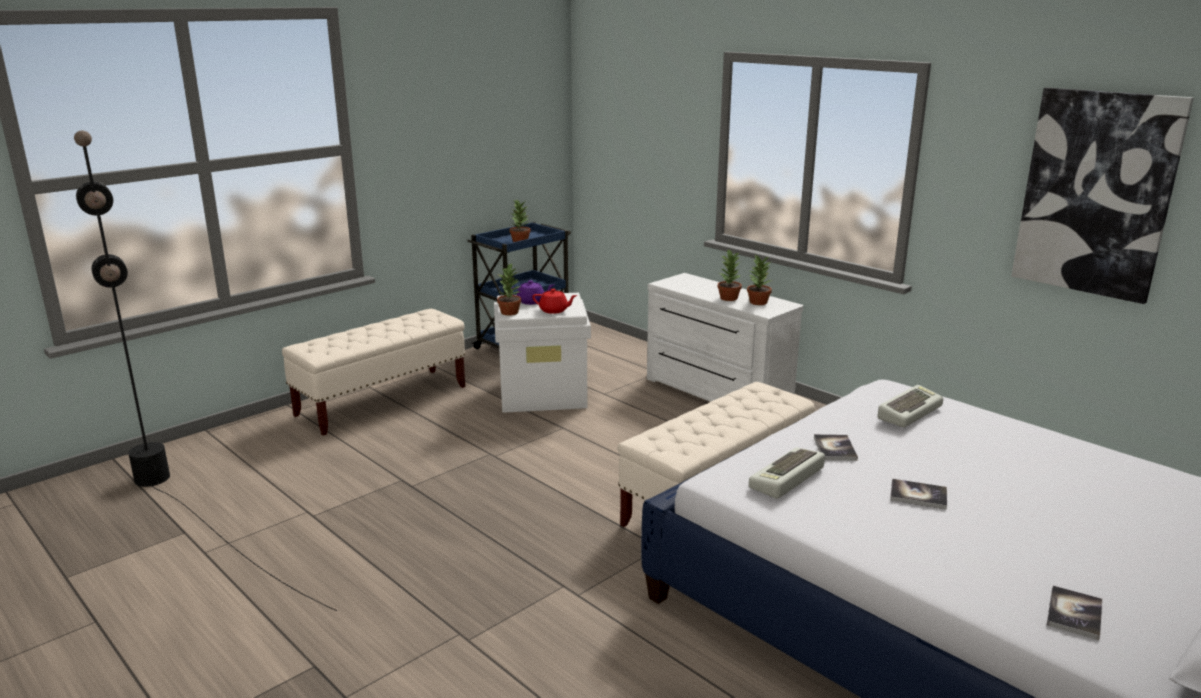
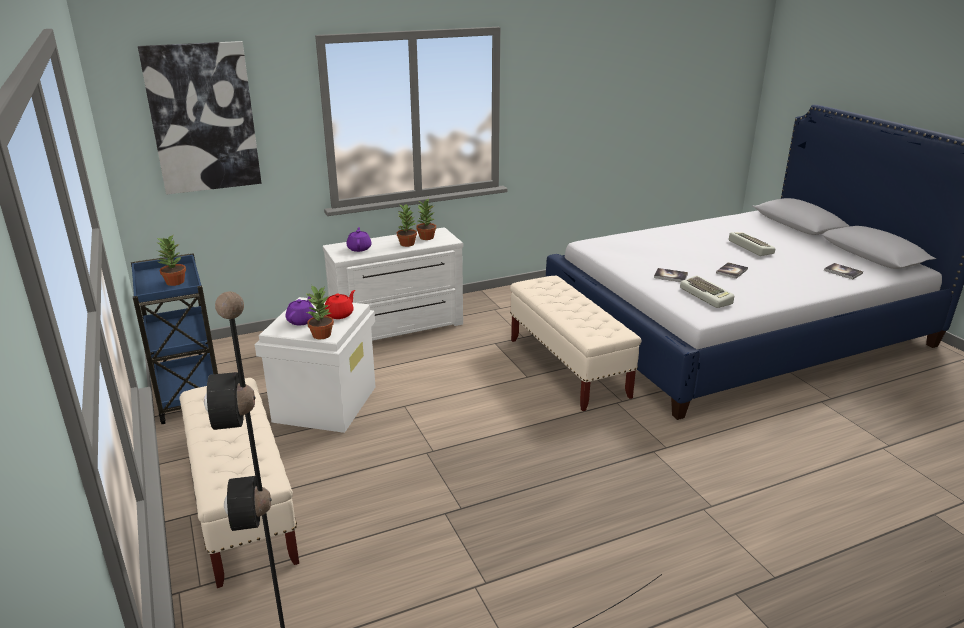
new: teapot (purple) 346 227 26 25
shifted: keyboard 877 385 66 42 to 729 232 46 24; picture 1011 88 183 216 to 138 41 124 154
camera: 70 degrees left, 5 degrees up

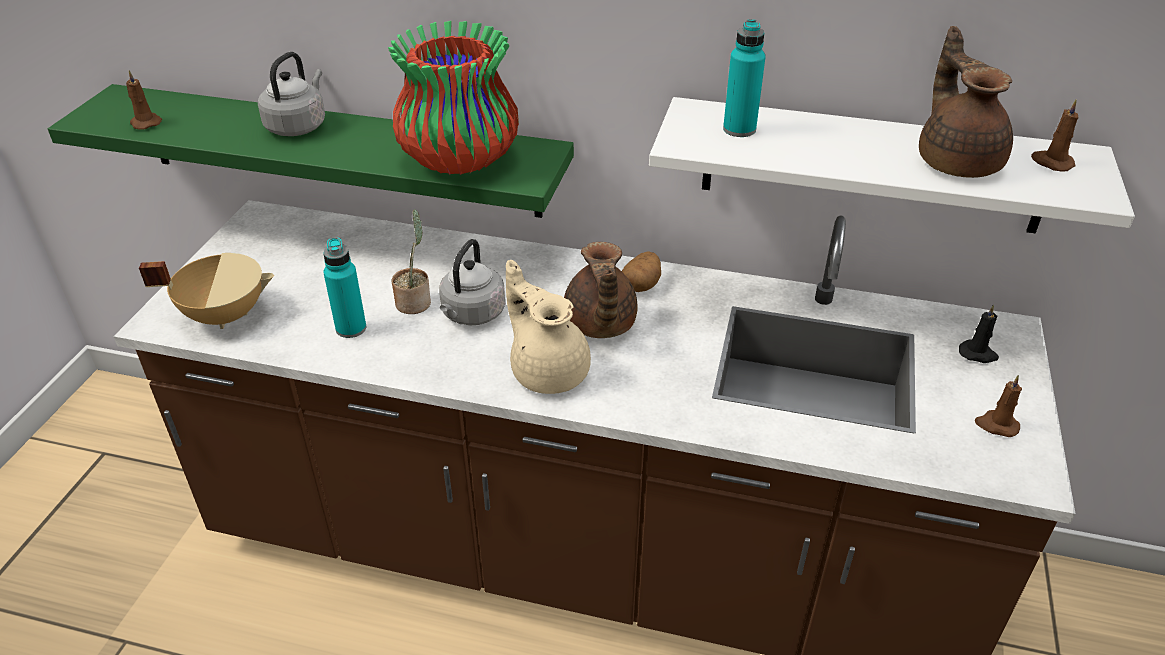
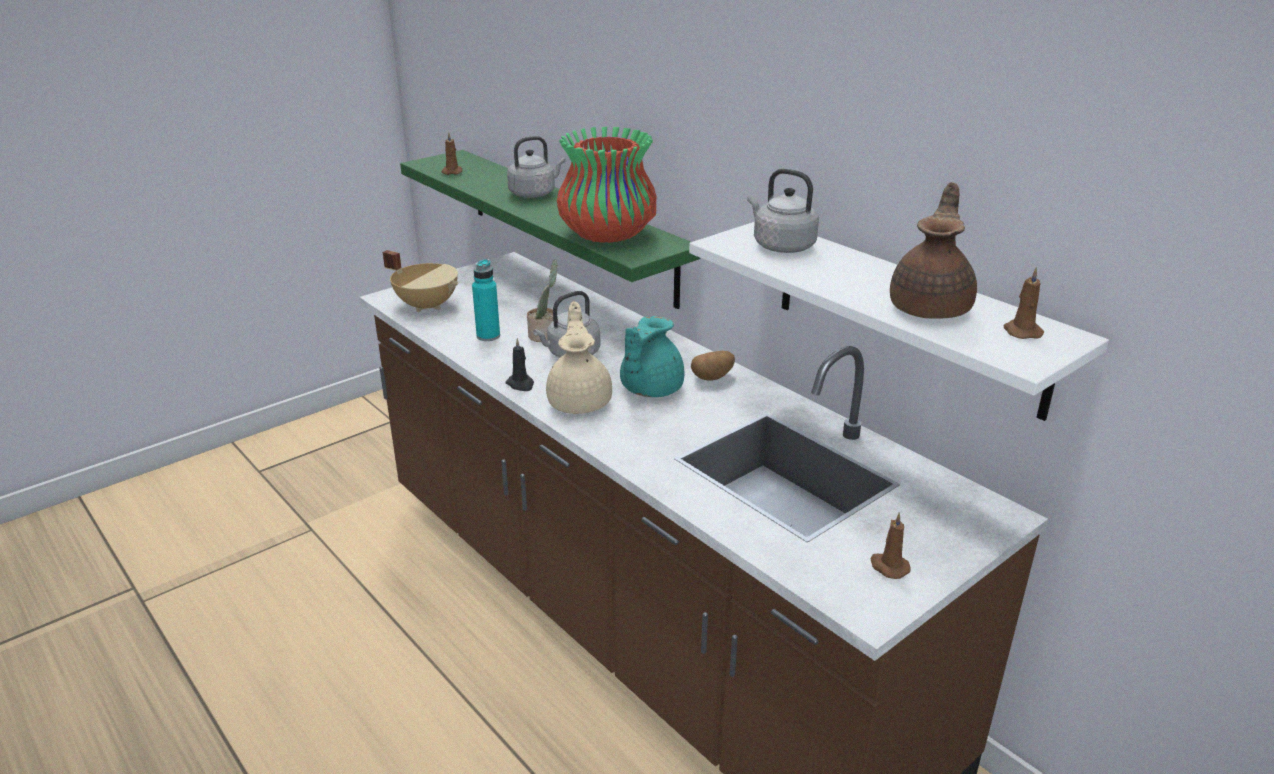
shifted: candle (black) 959 305 40 58 to 506 338 28 53
swapped: bottle (turquoise) 723 19 43 118 to kettle (grey) 747 169 72 84
repainted: teapot (brown) 564 242 74 96 to teapot (turquoise) 620 316 64 81
camera: 35 degrees right, 10 degrees down

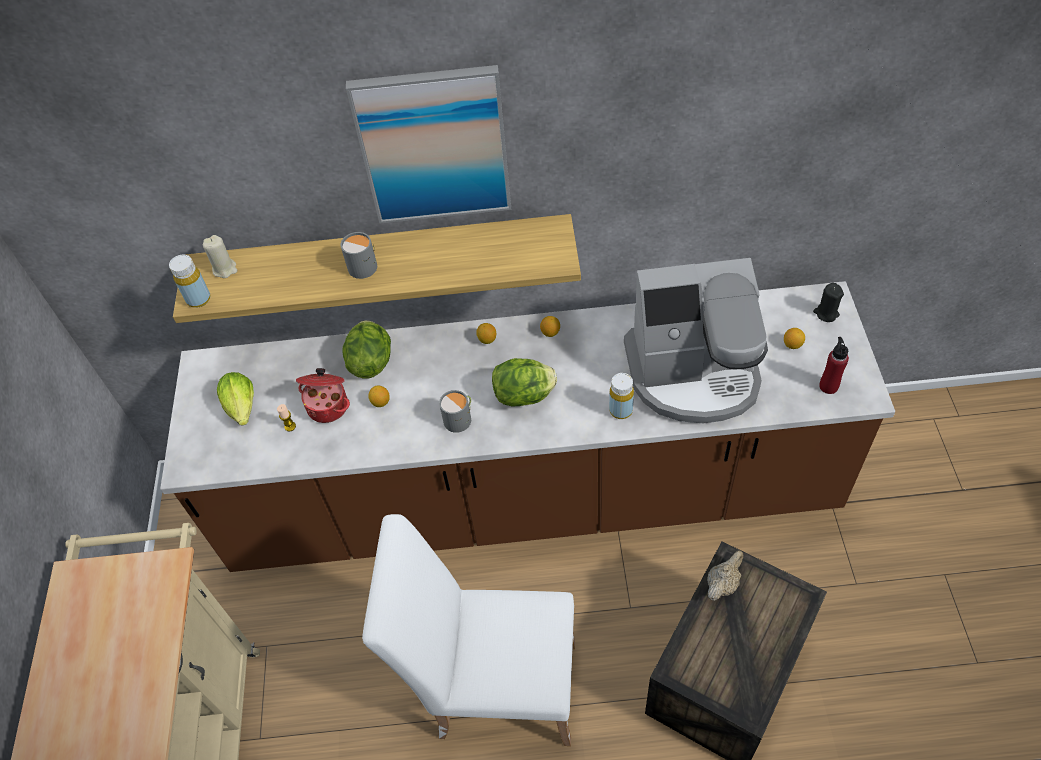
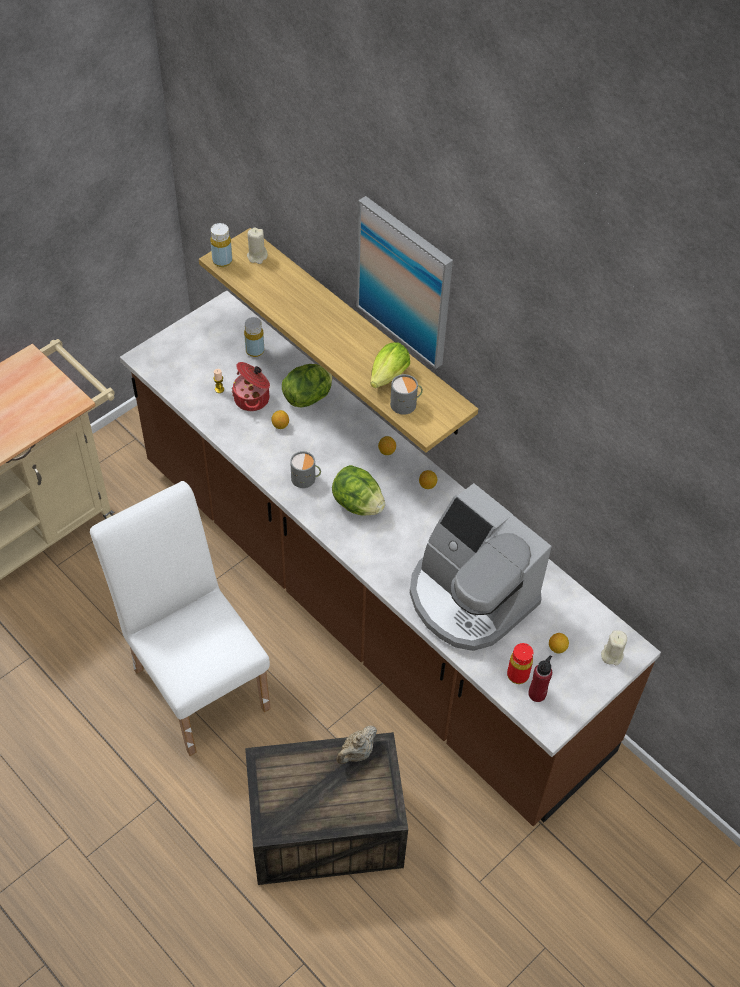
new: bottle (red) 507 643 26 41
shifted: lettuce 217 372 37 54 to 370 342 40 46; mug (grey) 341 232 36 47 to 390 374 33 41; bottle (yellow) 609 373 25 46 to 244 317 20 40
repainted: candle (black) 813 283 31 39 to candle (beige) 601 630 26 35
rotated: teapot (beige) 707 550 36 51 = 336 726 41 38 135 degrees clockwise
camera: 45 degrees right, 0 degrees up

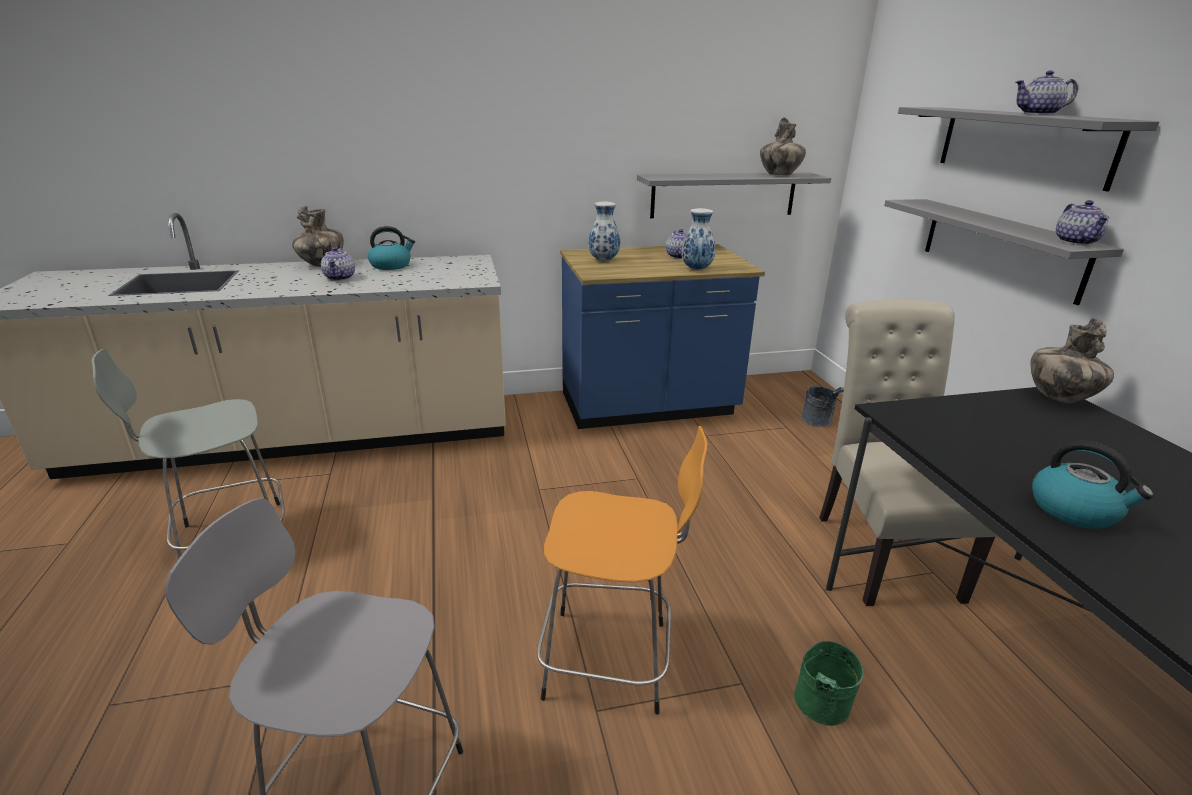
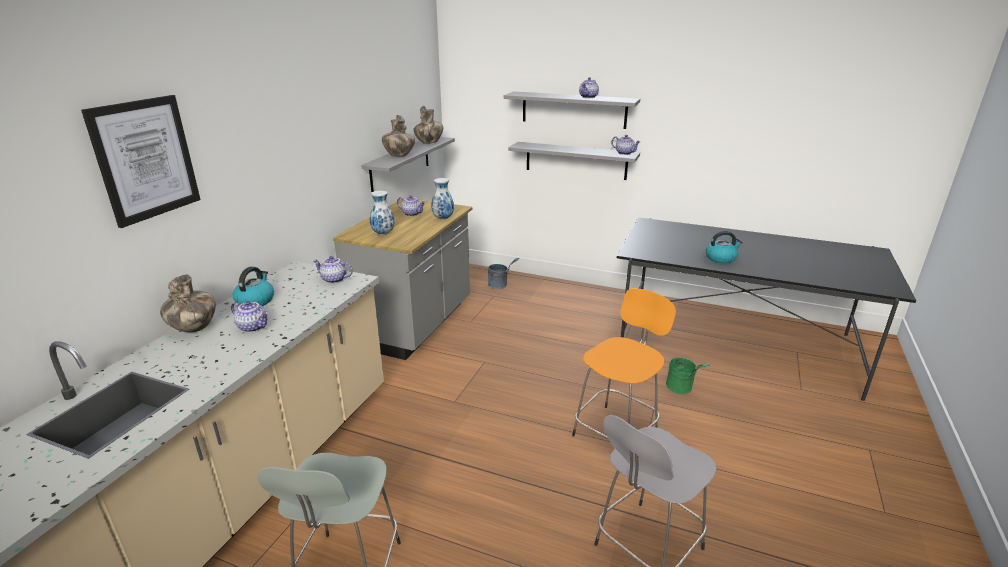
gone: chair (beige) 819 300 180 306
new: picture 81 95 120 133; teapot 313 256 40 28
shifted: vase 1031 318 83 85 to 382 115 33 42
repainted: counter (blue) 560 244 205 185 to counter (grey) 333 198 139 162
camera: 55 degrees left, 0 degrees up

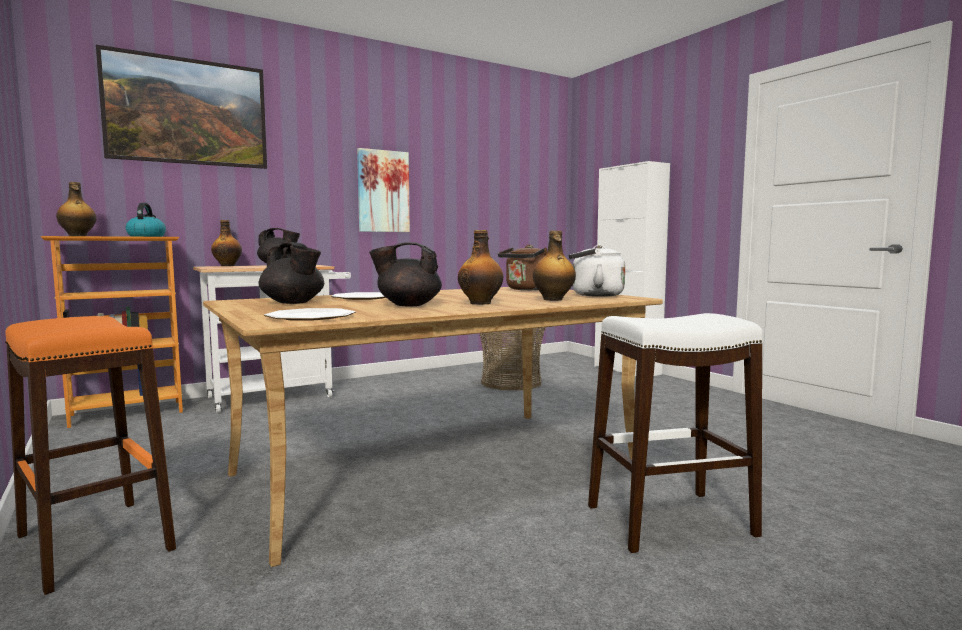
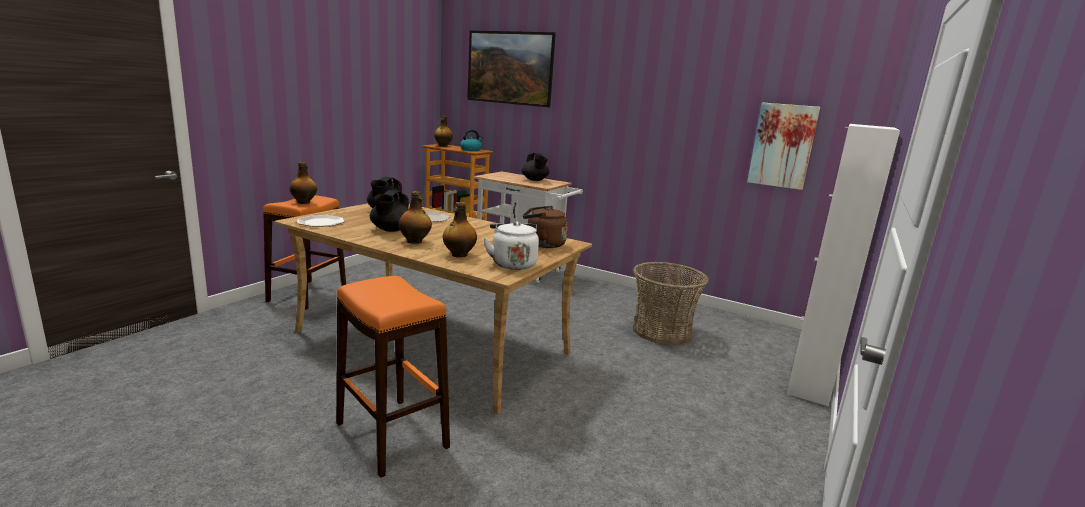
shifted: bottle 211 220 31 46 to 289 162 28 42; picture 357 148 53 84 to 747 102 73 88
repainted: stool (white) 588 313 175 240 to stool (orange) 336 276 114 202
rotated: teapot (black) 369 242 73 65 = 370 190 39 42 135 degrees counterclockwise
camera: 60 degrees right, 10 degrees up

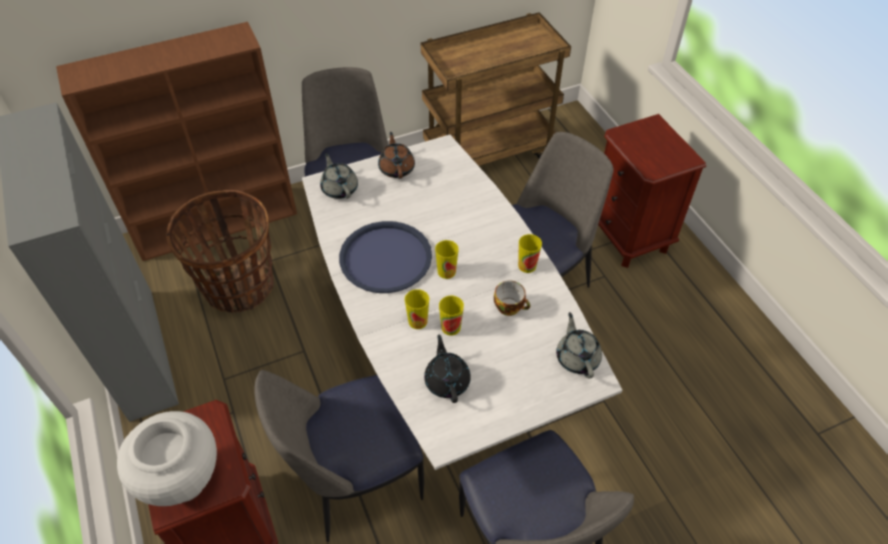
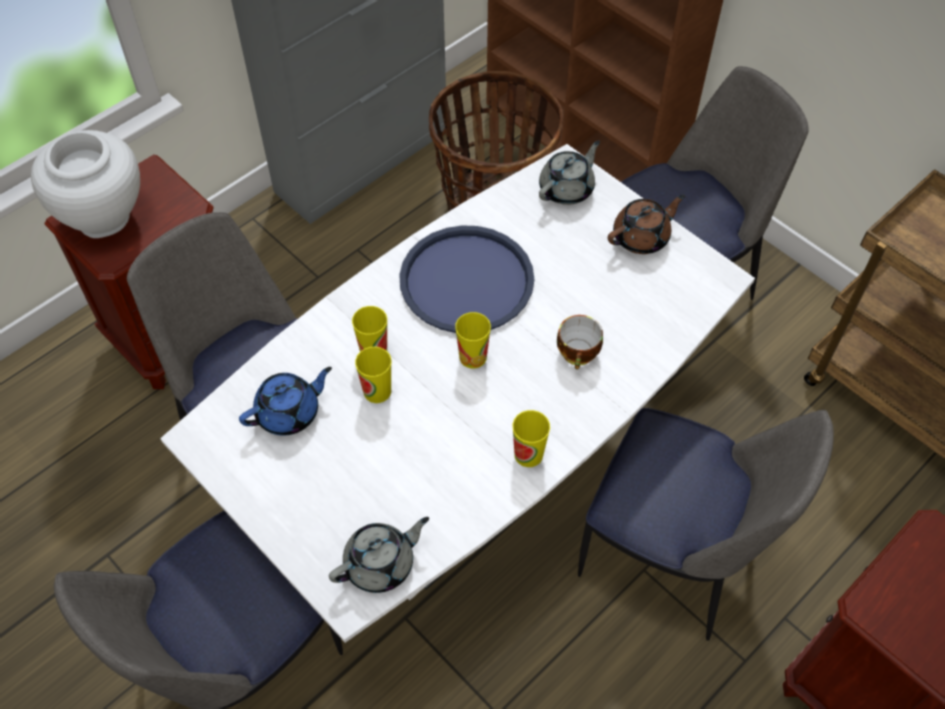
shifted: cup 494 281 36 35 to 557 315 46 54
repainted: teapot (black) 424 334 47 69 to teapot (blue) 239 367 93 69
camera: 70 degrees right, 5 degrees up

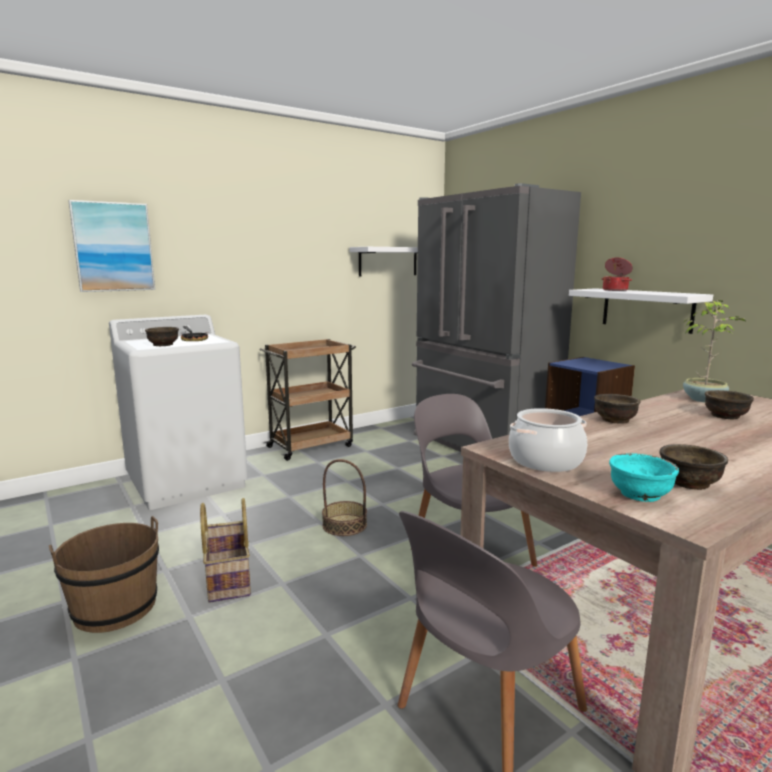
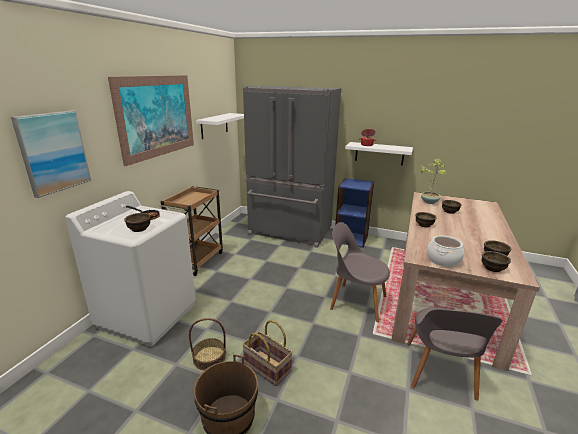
new: picture 108 75 86 91
shifted: basket 322 459 45 77 to 189 318 37 53
repainted: bowl (turquoise) 609 453 70 49 to bowl (brown) 482 251 29 21
camera: 35 degrees left, 10 degrees up

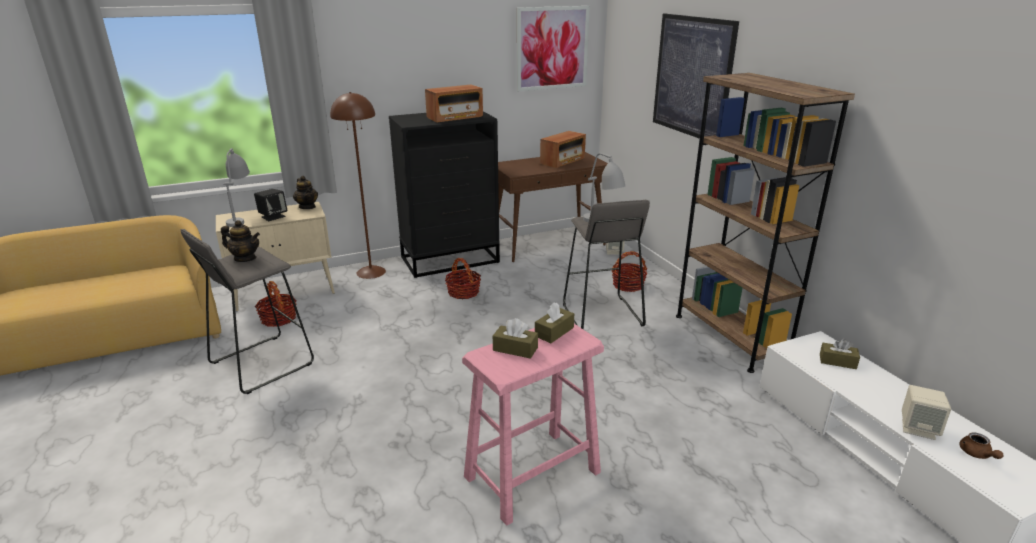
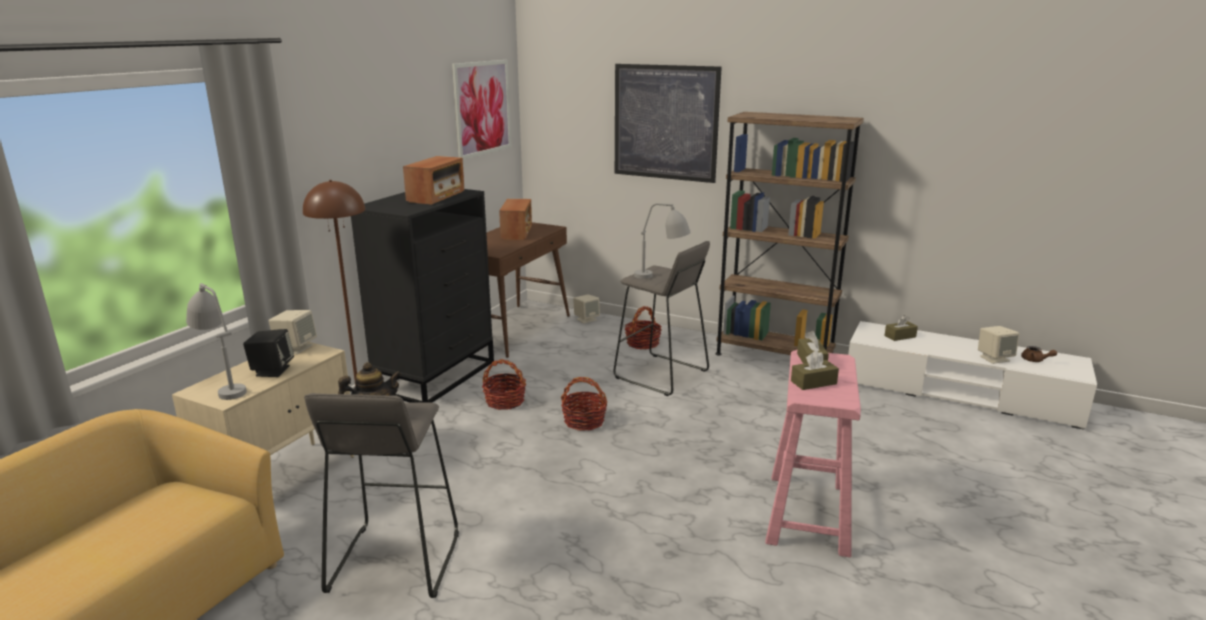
shifted: basket 255 281 42 46 to 561 377 46 54
swapped: teapot 293 176 25 33 to speaker (beige) 269 310 48 44
camera: 40 degrees left, 5 degrees down

